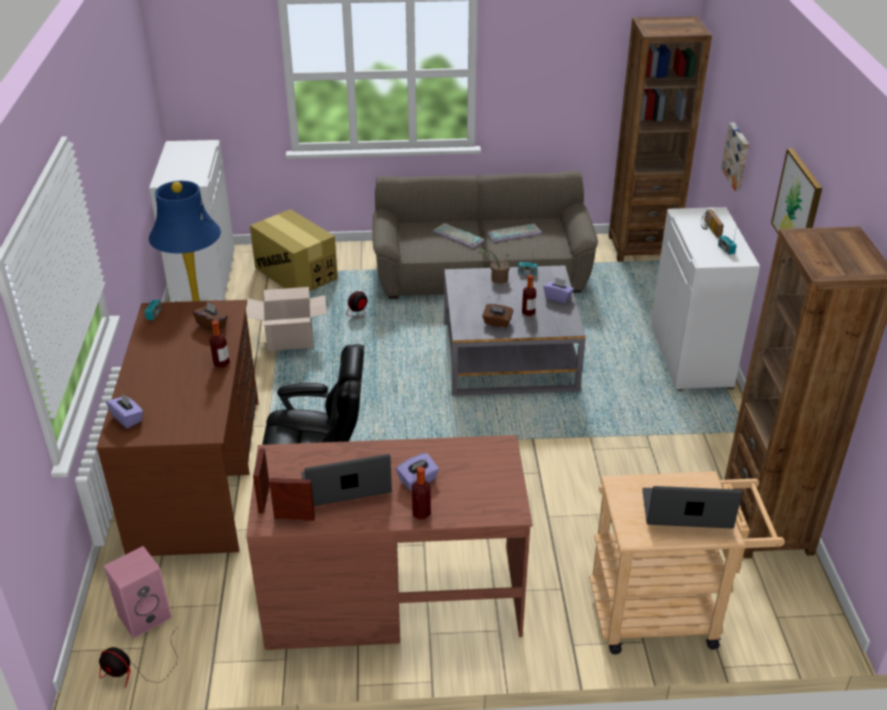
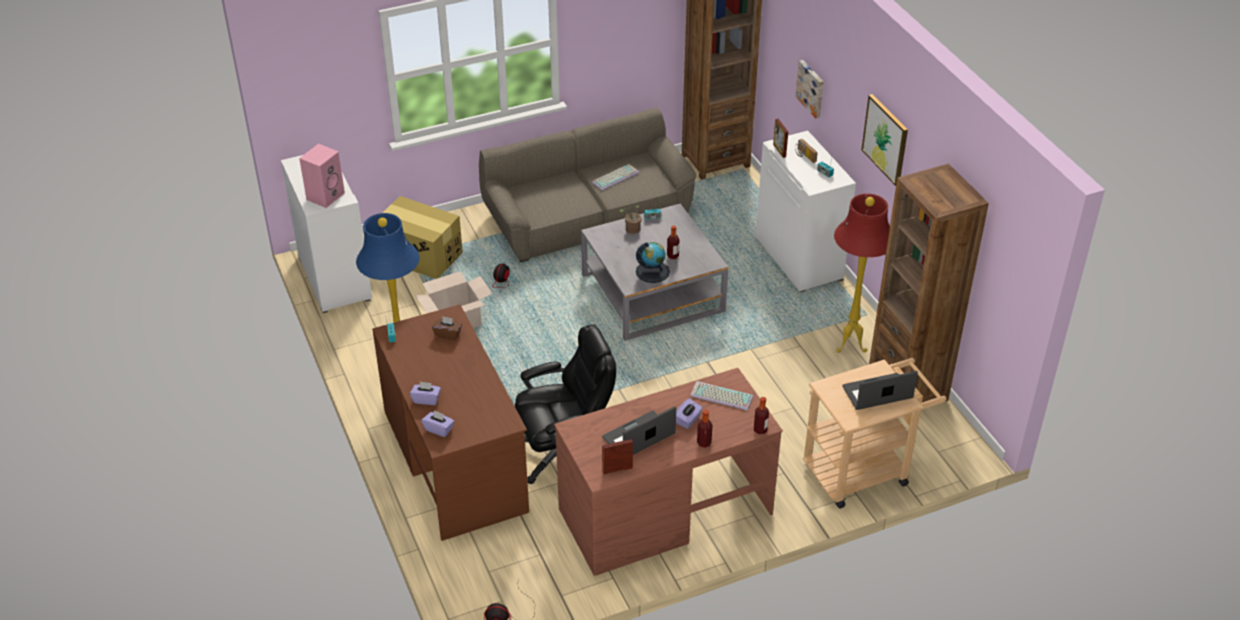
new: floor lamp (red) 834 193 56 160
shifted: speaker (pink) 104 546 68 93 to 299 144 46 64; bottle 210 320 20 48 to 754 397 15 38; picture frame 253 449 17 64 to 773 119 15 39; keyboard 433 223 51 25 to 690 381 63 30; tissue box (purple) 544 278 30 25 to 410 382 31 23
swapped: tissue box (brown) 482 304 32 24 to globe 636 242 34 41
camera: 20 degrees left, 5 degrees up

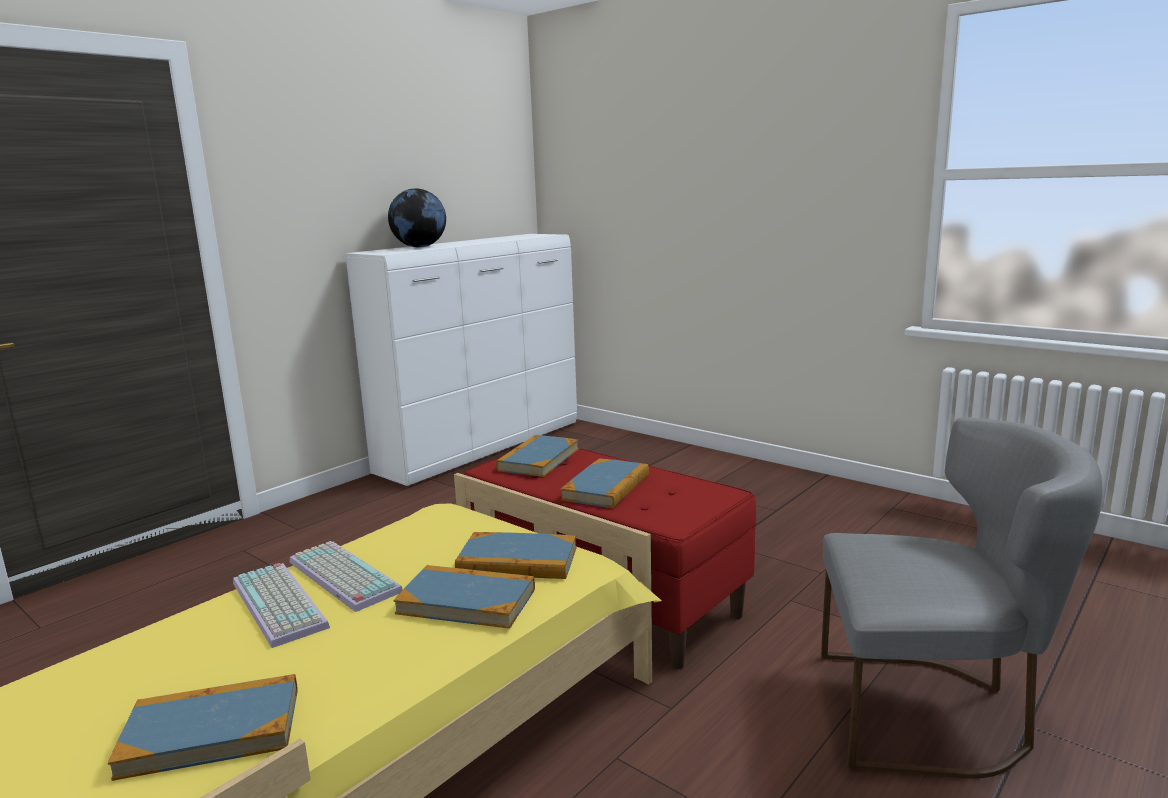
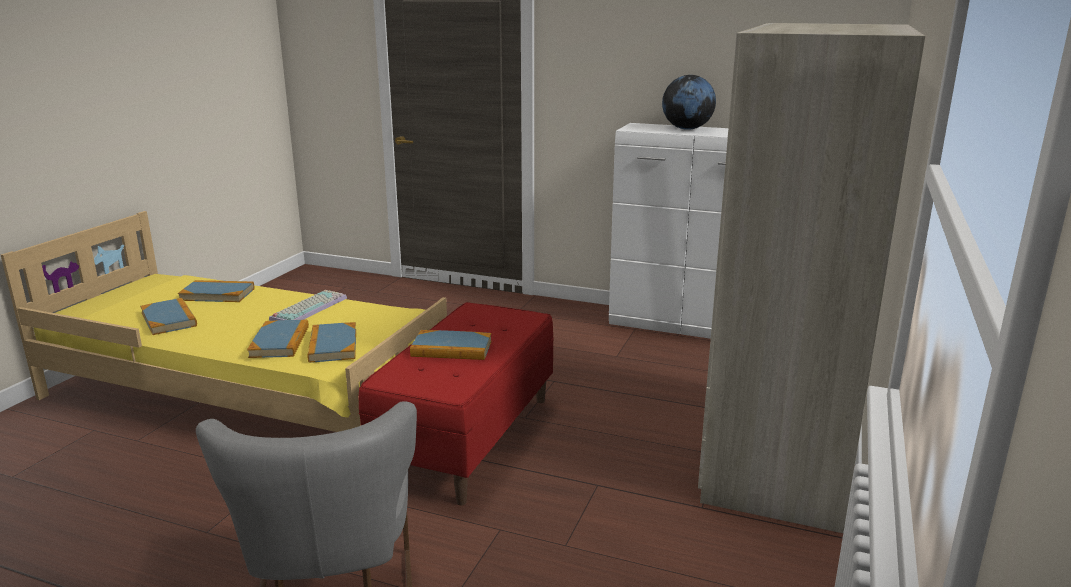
gone: keyboard 233 563 97 85
new: wardrobe (beige) 698 23 228 510
shifted: book 496 435 83 42 to 178 280 77 22
camera: 70 degrees right, 5 degrees up

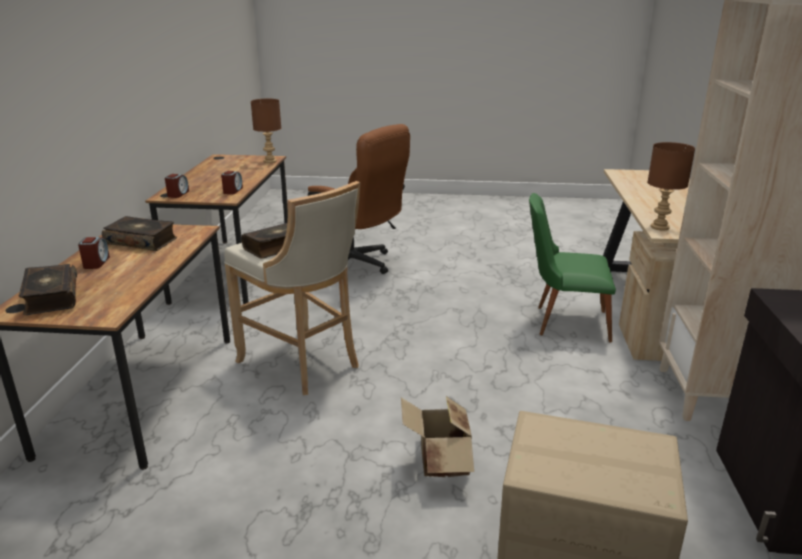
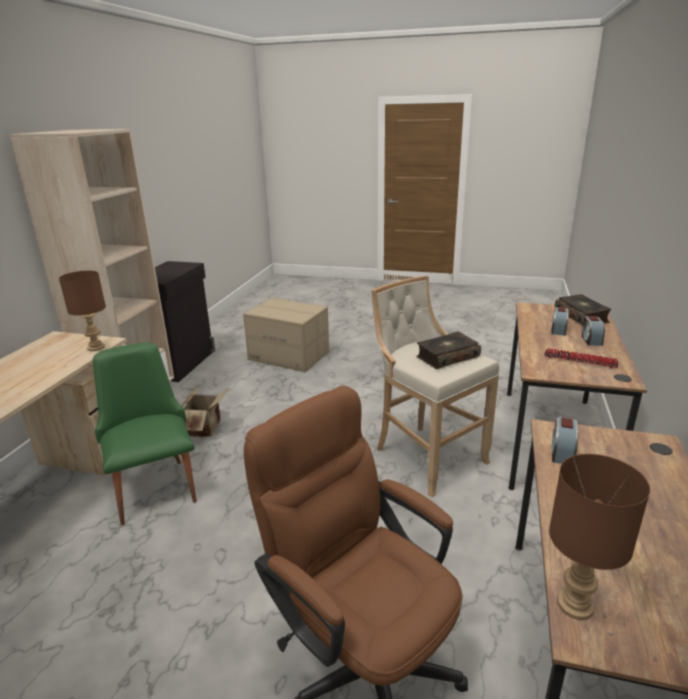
shifted: alarm clock 165 174 24 24 to 551 307 18 29; cardboard box 401 396 73 81 to 181 387 48 50
swapped: book 102 216 75 35 to keyboard 544 348 74 20
rotated: chair (green) 529 193 87 150 = 93 342 104 183 135 degrees counterclockwise
camera: 170 degrees left, 0 degrees up

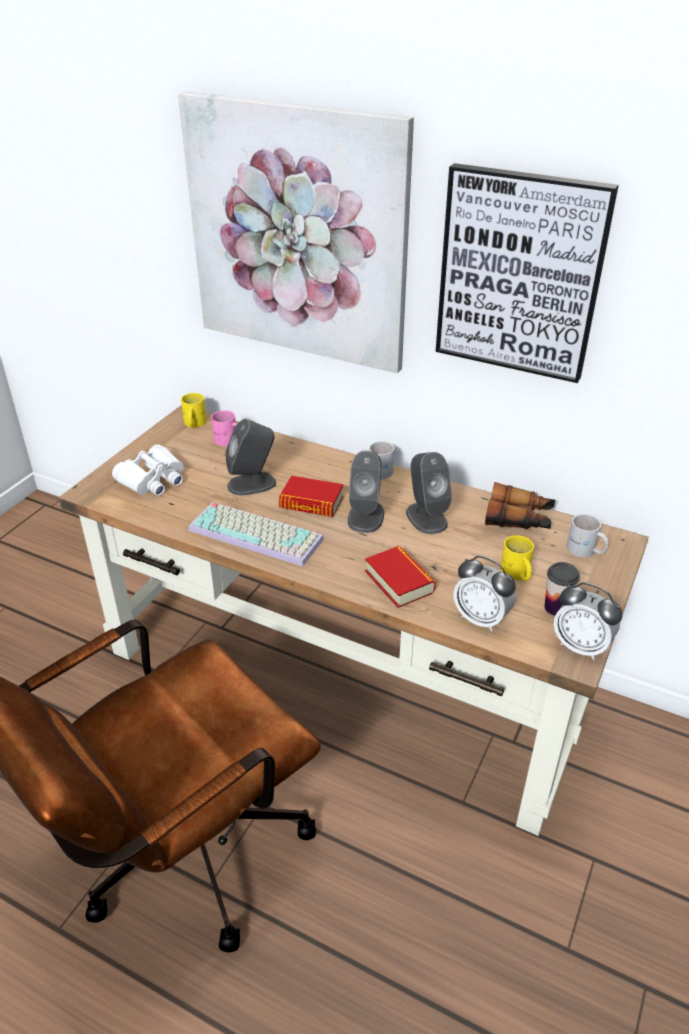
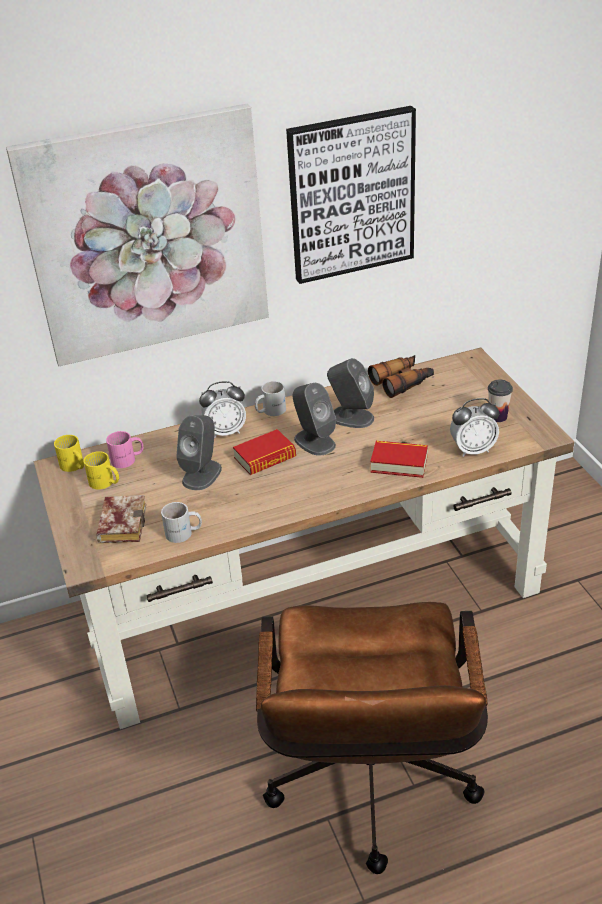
gone: keyboard 189 502 135 65
shifted: mug (yellow) 500 535 34 47 to 83 451 36 39; alarm clock 554 582 69 78 to 199 381 47 57; mug (white) 567 514 42 43 to 161 502 41 41
swapped: binoculars (white) 112 444 72 52 to book 97 495 49 49
camera: 45 degrees left, 0 degrees up

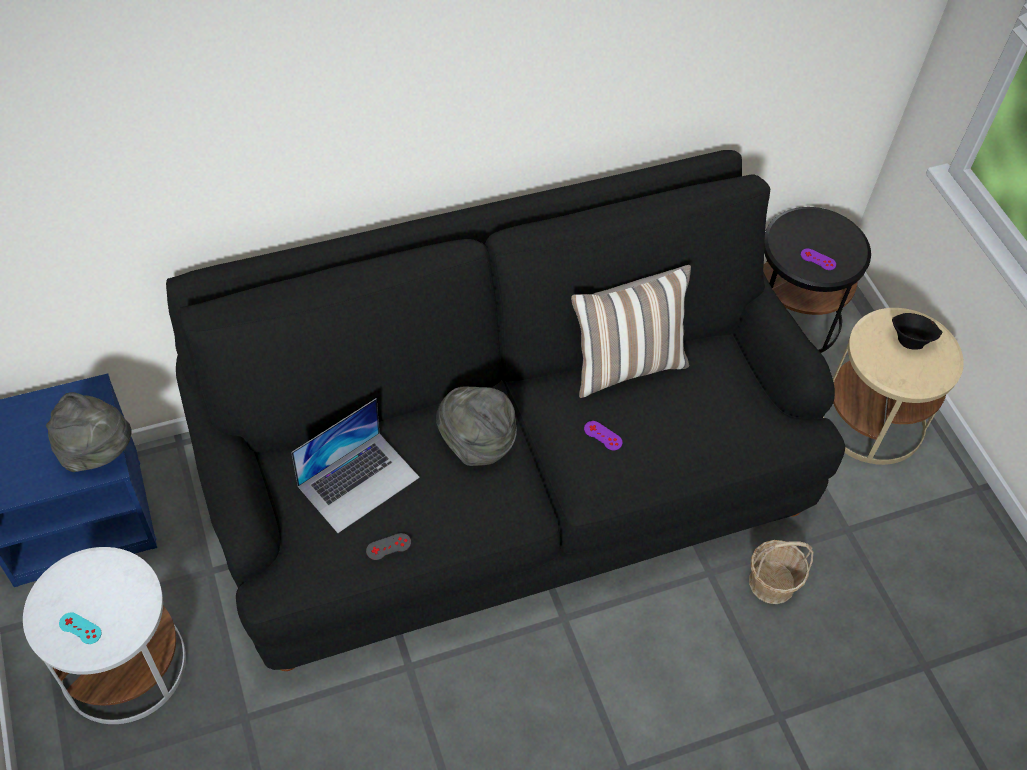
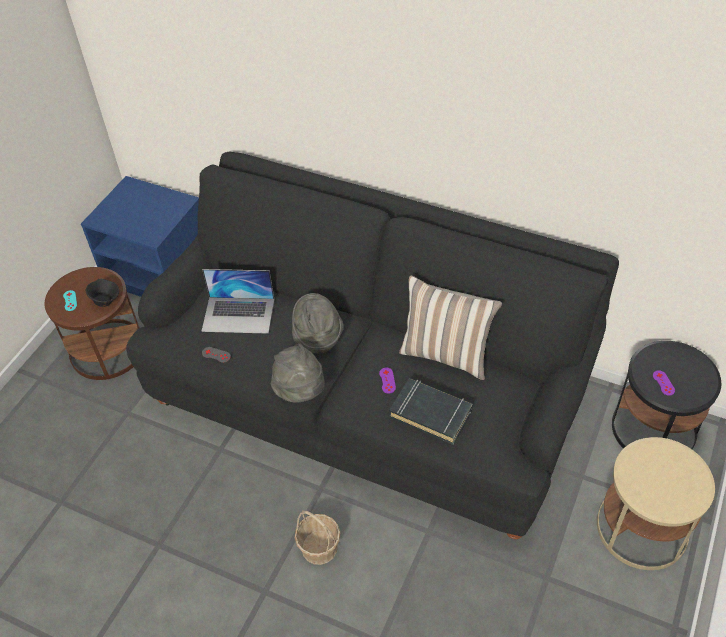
new: book (black) 389 378 84 67
shifted: hat (grey) 46 392 86 80 to 271 343 54 60; basket 749 540 64 64 to 295 510 45 55; bowl (black) 892 313 50 37 to 86 279 33 28
repainted: side table (white) 23 547 163 177 to side table (brown) 45 267 95 113
camera: 50 degrees right, 5 degrees down

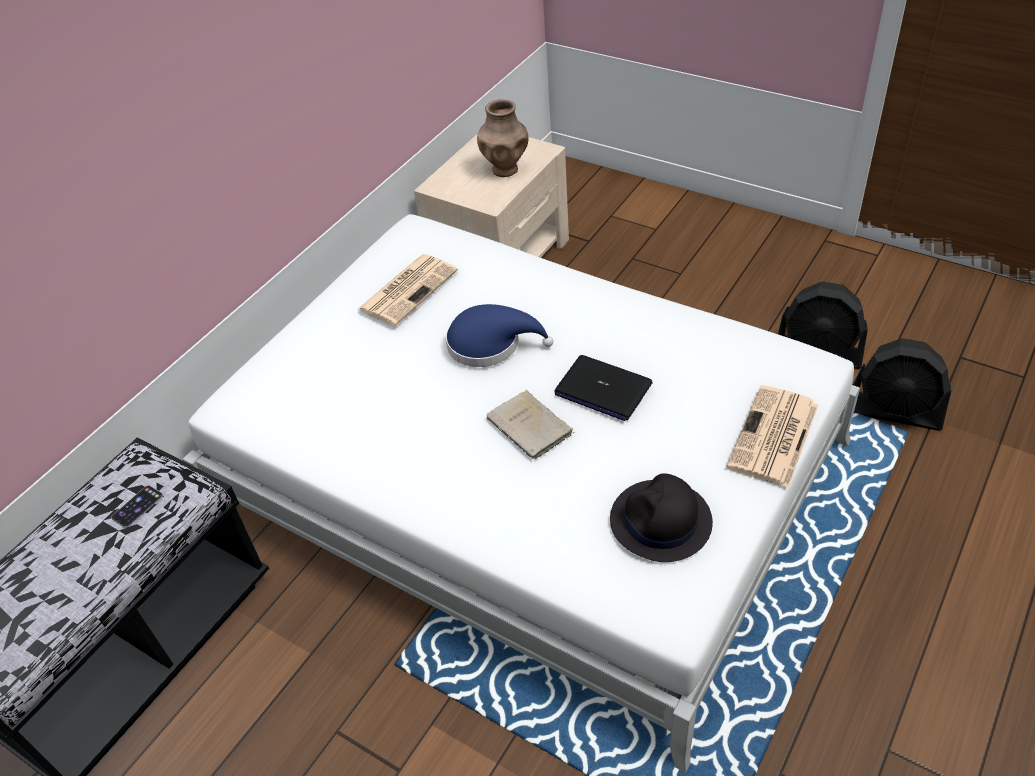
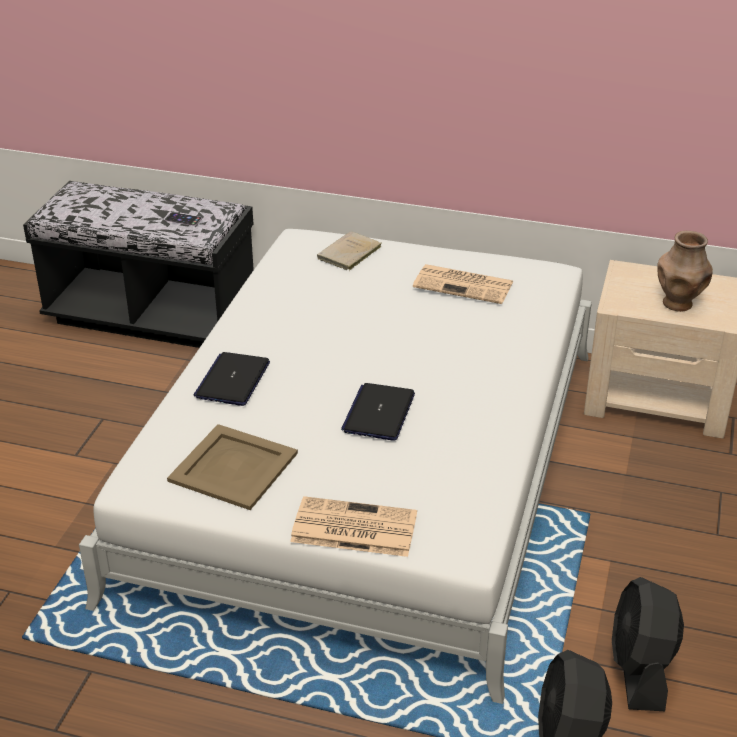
gone: hat (blue) 446 304 107 63
new: laptop 194 352 76 54
shifted: book (beige) 487 390 88 69 to 317 231 65 40
swapped: hat (black) 610 473 103 89 to tray (beige) 167 424 131 86
camera: 70 degrees right, 10 degrees down

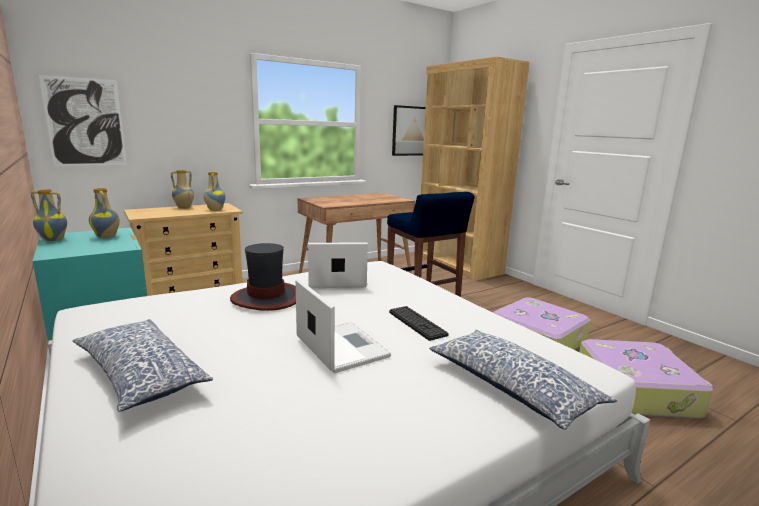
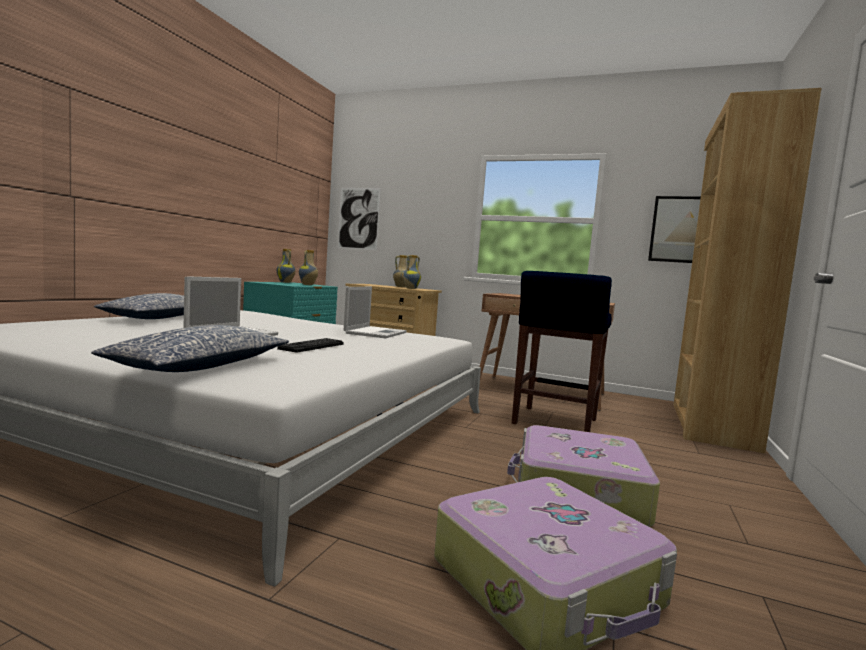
gone: hat 230 243 66 68
rotated: laptop 308 242 60 46 = 344 287 63 51 60 degrees clockwise
camera: 55 degrees right, 10 degrees down

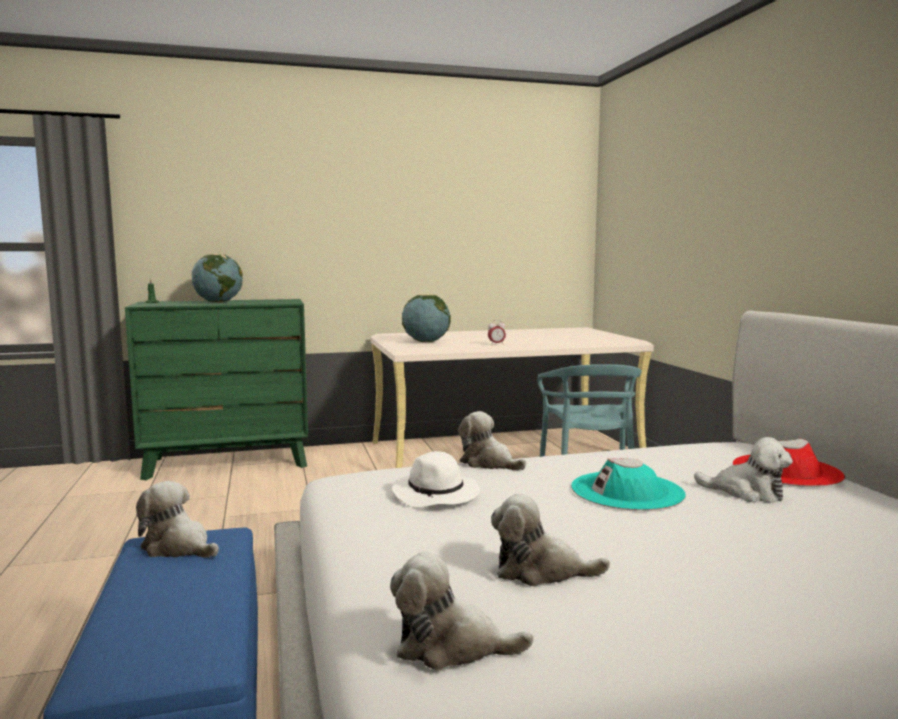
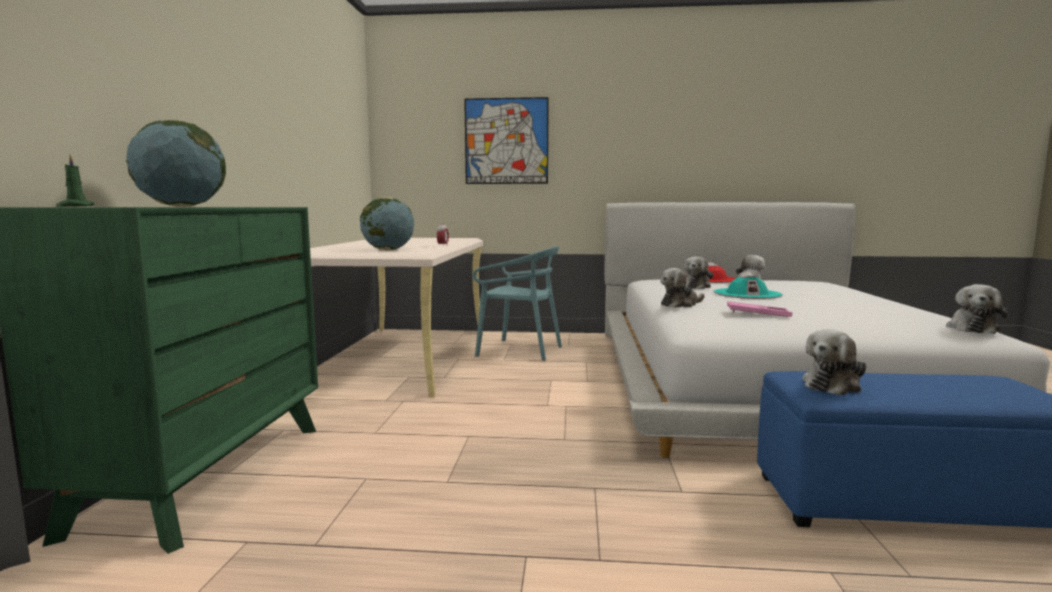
new: picture 464 97 85 87
shifted: plush toy 491 493 119 93 to 684 256 29 33
swapped: hat (white) 392 451 88 57 to tray (pink) 727 301 65 16
camera: 70 degrees left, 0 degrees up

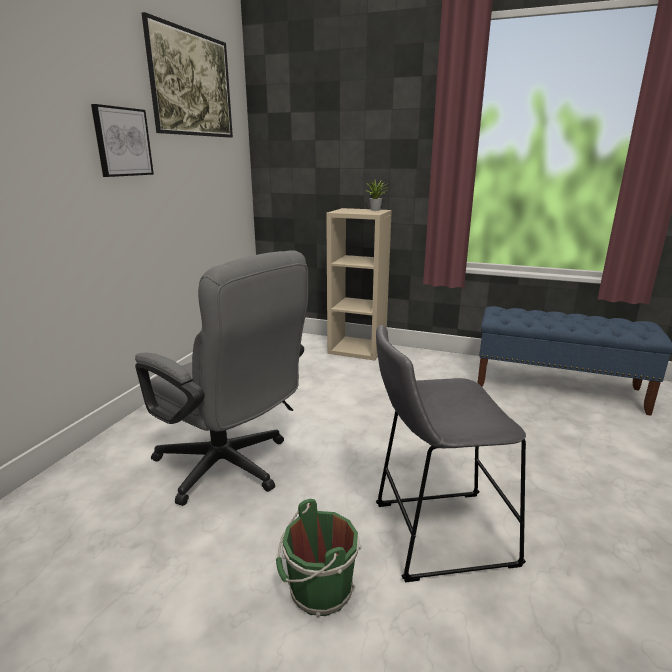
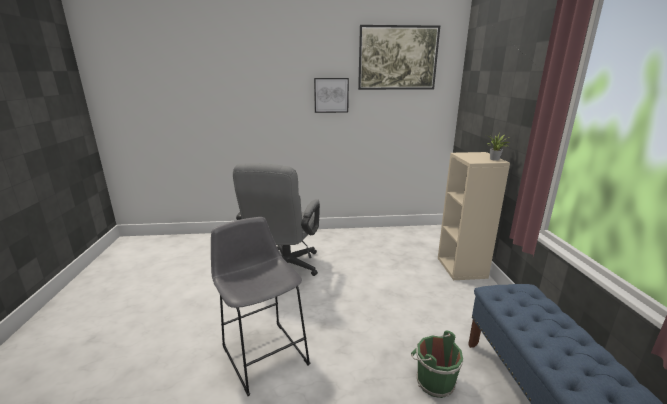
shifted: bucket (green) 276 499 86 118 to 411 330 52 68
camera: 65 degrees right, 0 degrees up

